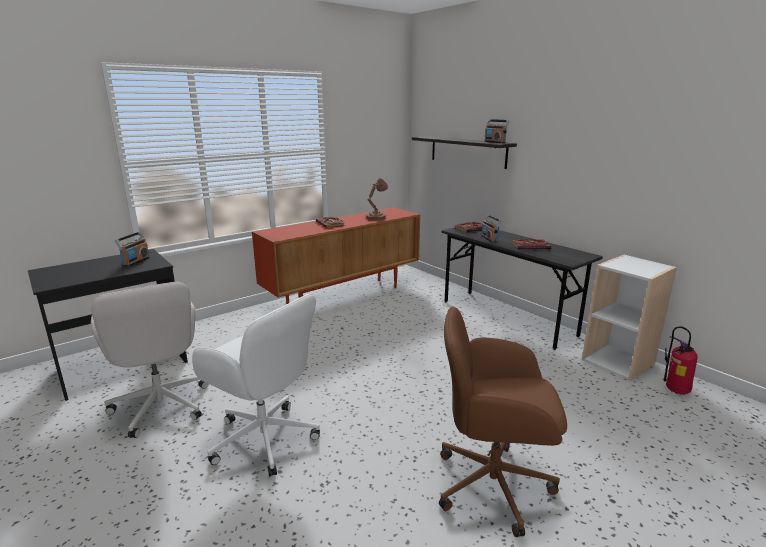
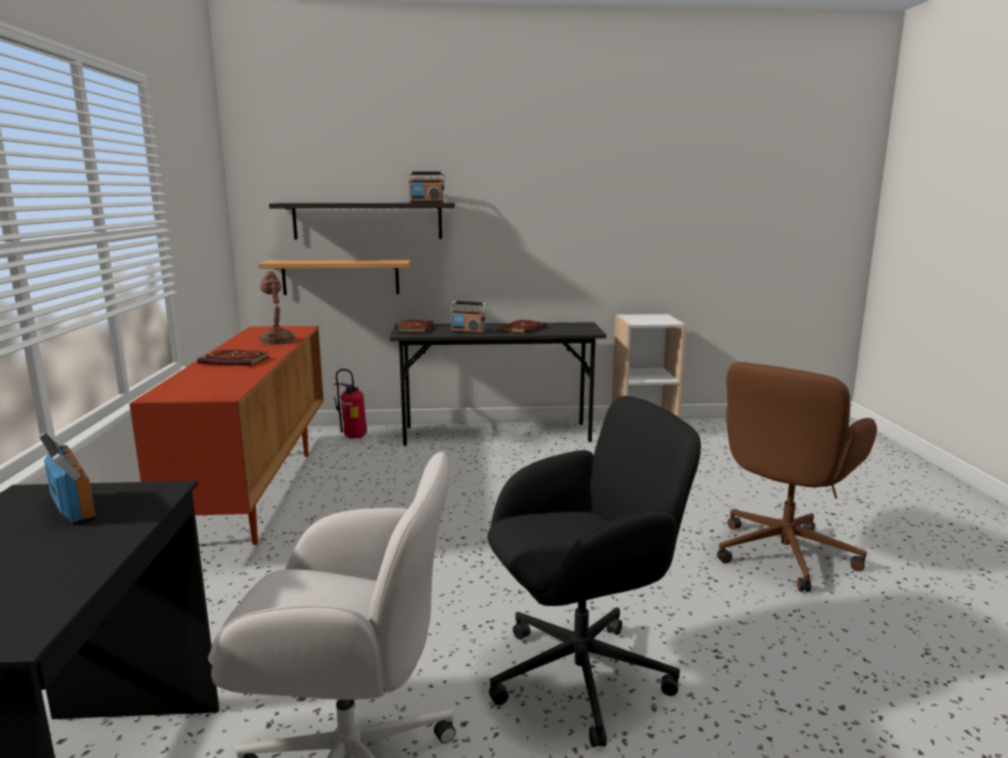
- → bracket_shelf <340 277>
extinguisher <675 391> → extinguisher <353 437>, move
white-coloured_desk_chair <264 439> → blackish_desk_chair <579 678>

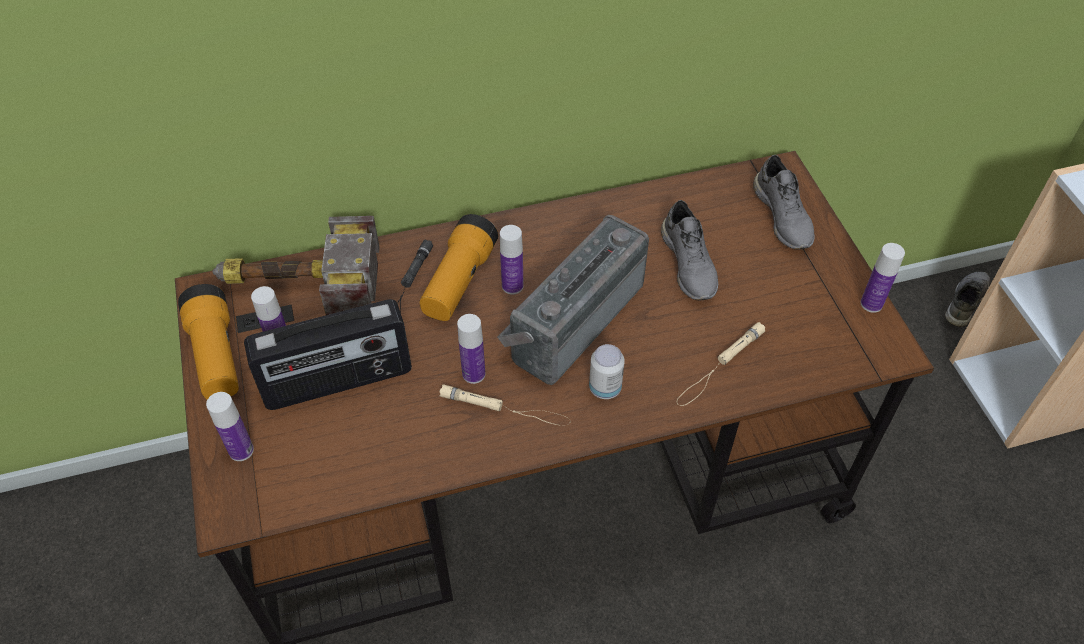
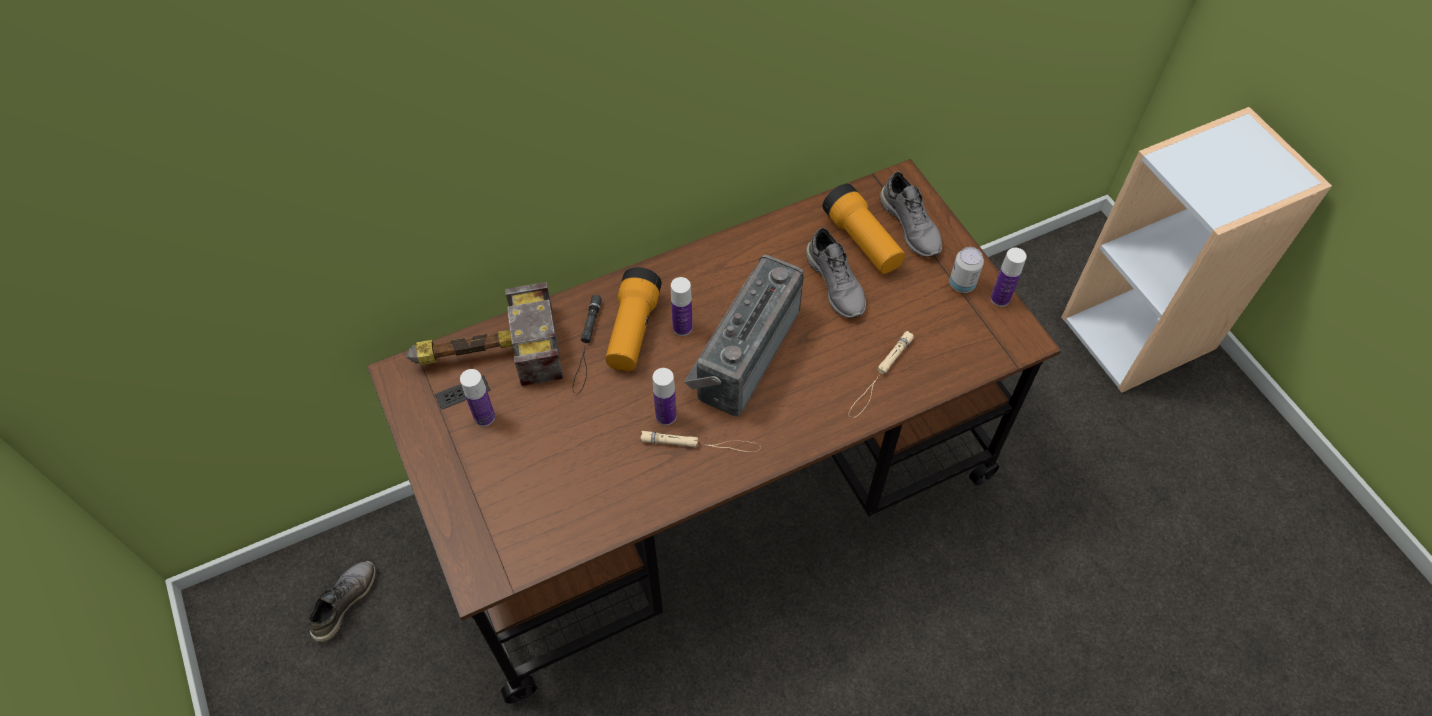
grey_shoe <964 302> → grey_shoe <344 602>, move
hand_torch <216 356> → hand_torch <862 241>, move
can <605 388> → can <962 284>, move
drink_bottle <241 450> → -
radio_set <338 382> → -

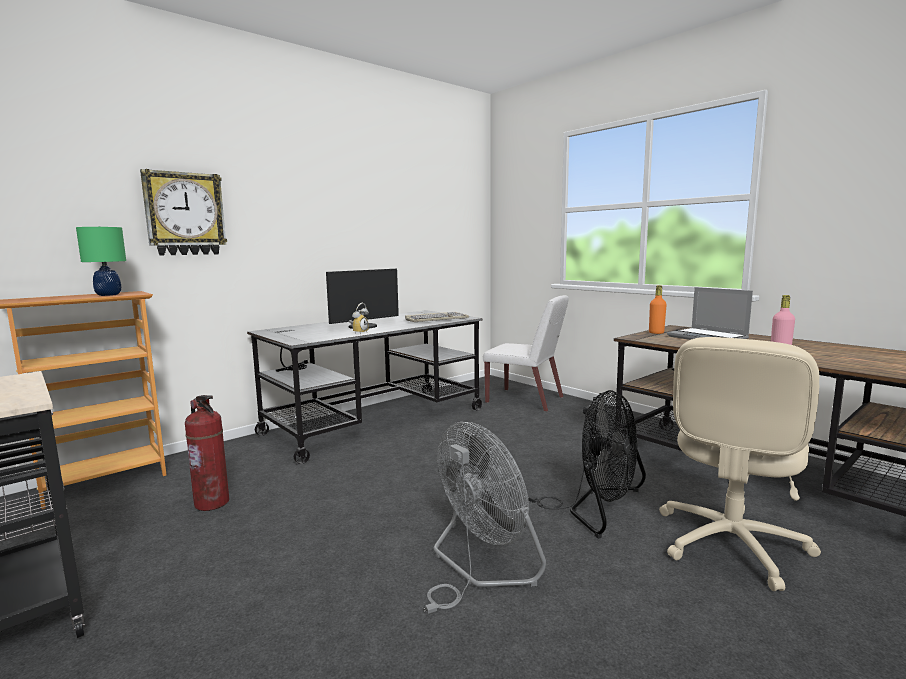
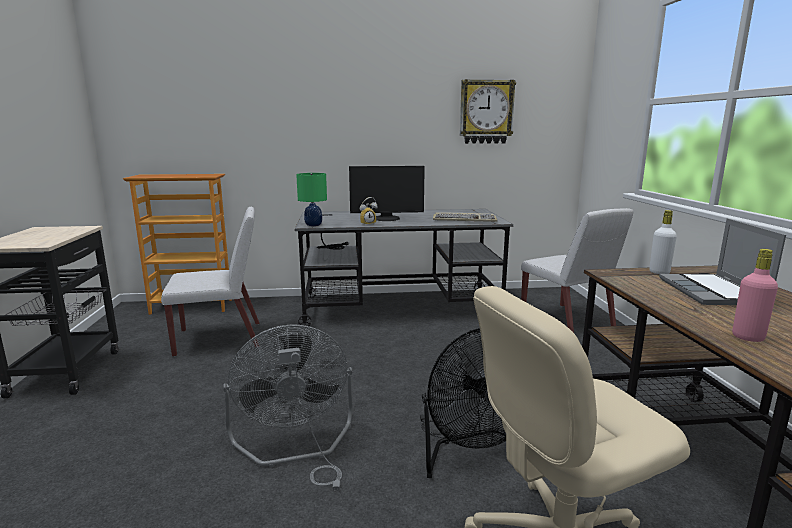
extinguisher <212 503> → white-coloured_chair <220 338>
grey_cooling_fan <472 564> → grey_cooling_fan <299 449>, 105 degrees counterclockwise
green-coloured_lamp_for_a_table <108 295> → green-coloured_lamp_for_a_table <313 225>, move
wall_clock <185 214> → wall_clock <486 112>, move
orange-coloured_drink_bottle <656 333> → white-coloured_drink_bottle <659 272>

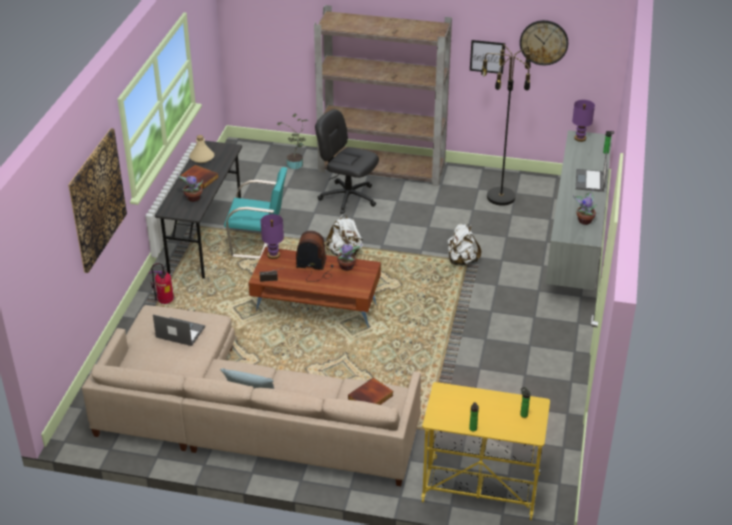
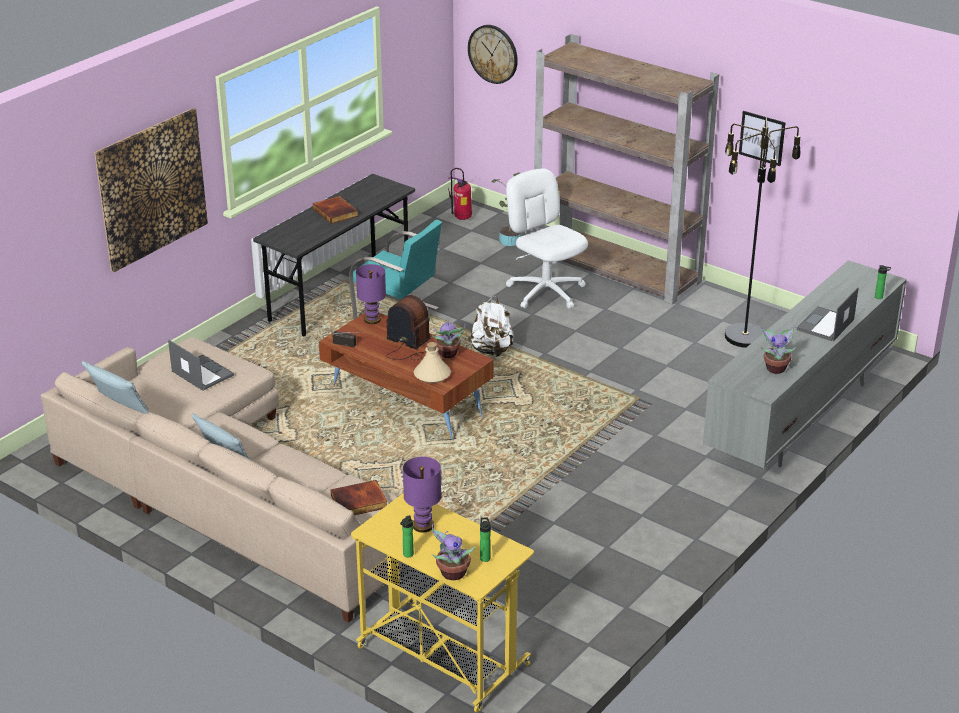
- → blue_cushion <118 406>
purplish_lamp_for_a_table <580 138> → purplish_lamp_for_a_table <423 526>, move
beige-coloured_drink_bottle <202 157> → beige-coloured_drink_bottle <432 375>, move
houseplant <192 198> → houseplant <451 573>, move
extinguisher <165 302> → extinguisher <461 218>, move
wall_clock <544 42> → wall_clock <493 54>, move
blackish_desk_chair <348 197> → white-coloured_desk_chair <546 291>
white-coloured_knapsack <461 260> → -

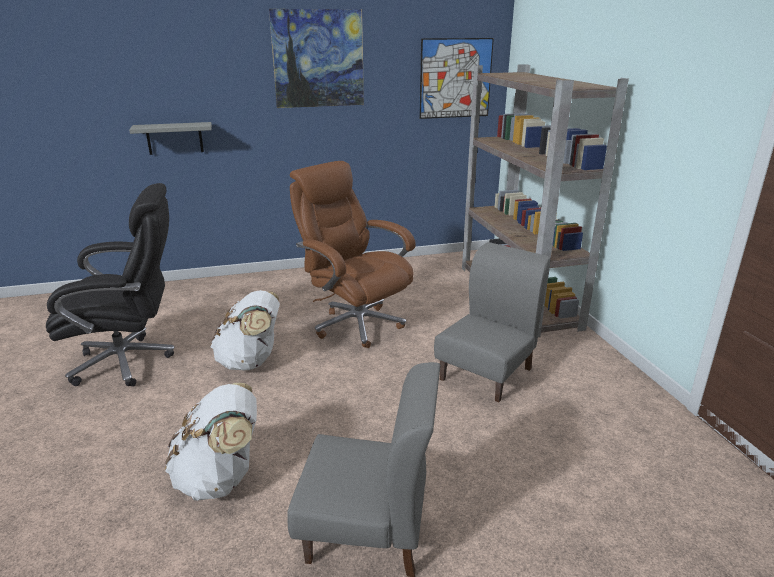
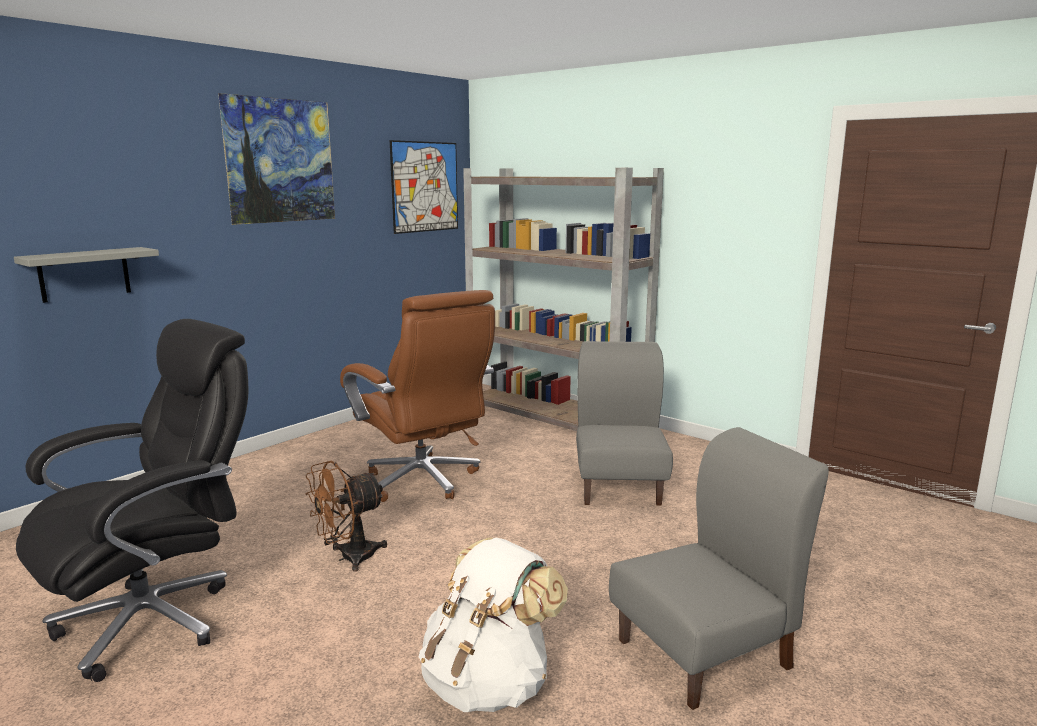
white-coloured_knapsack <251 361> → brown_cooling_fan <349 558>
brown_desk_chair <355 324> → brown_desk_chair <425 483>, 135 degrees counterclockwise

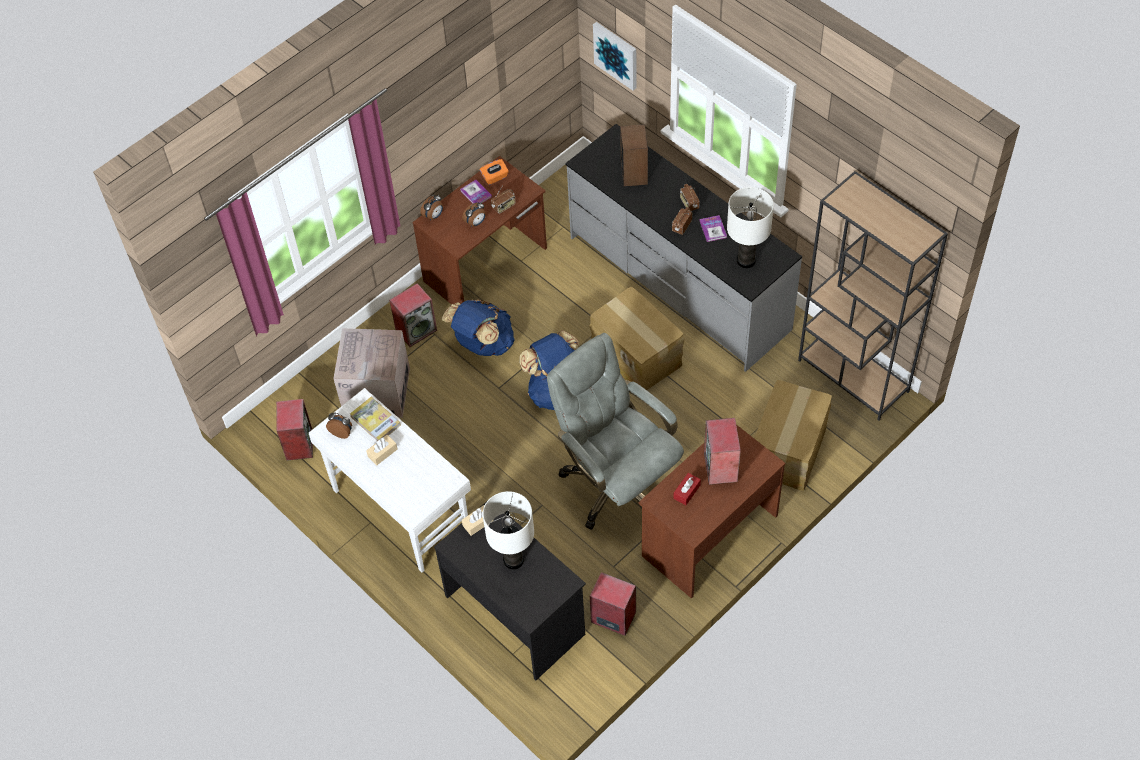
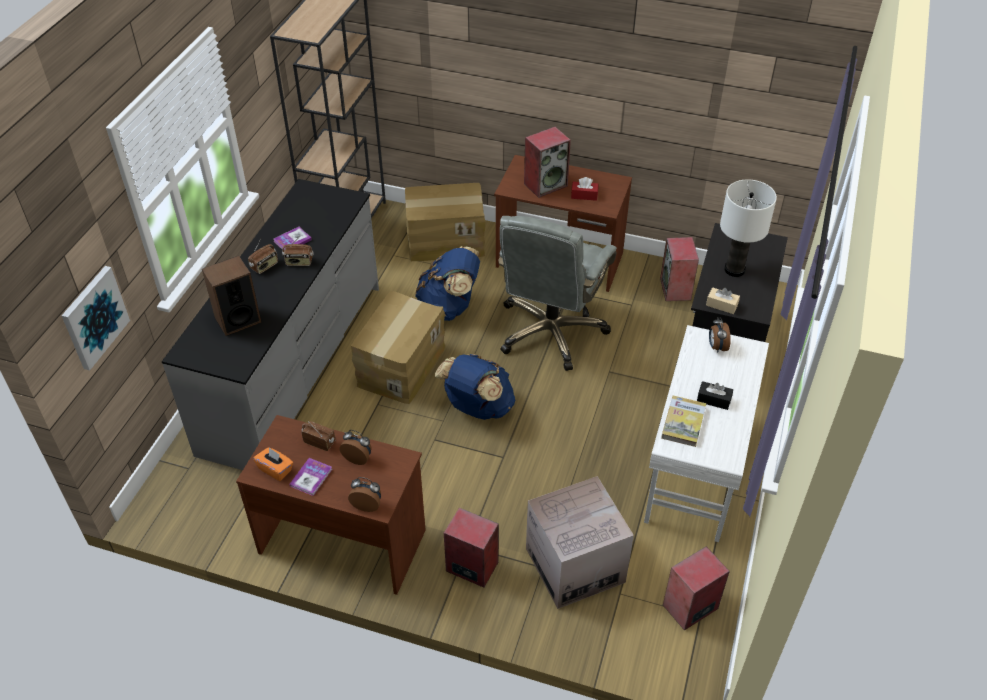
blue_knapsack <482 344> → blue_knapsack <449 307>, move
beige-coloured_box_of_tissues <382 453> → blackish_box_of_tissues <713 400>
bedside_clock <342 432> → bedside_clock <716 347>, move
white-coloured_lamp_for_a_table <745 260> → -

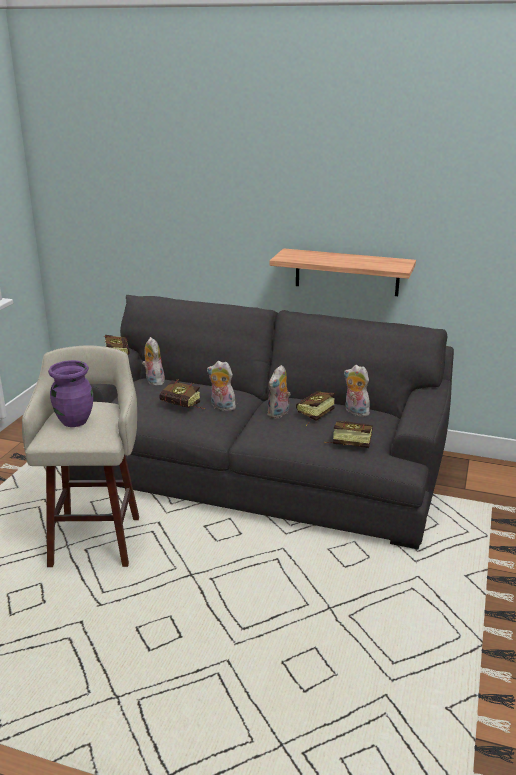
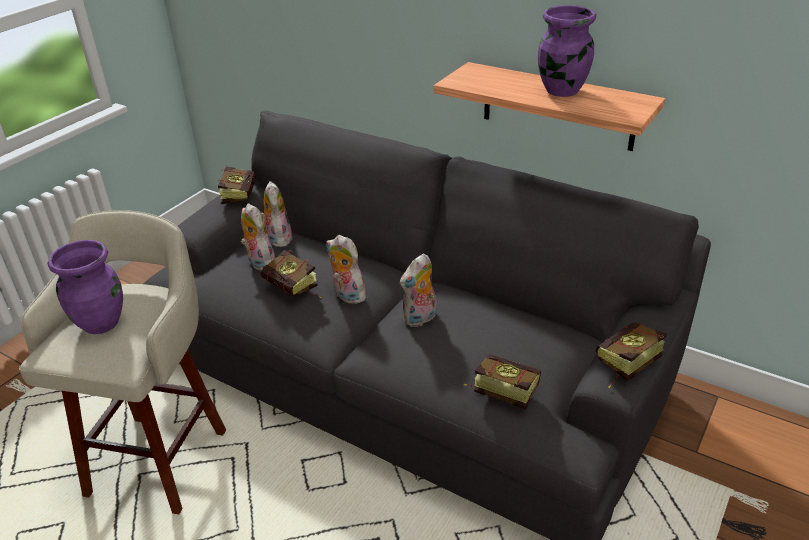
soft_toy <355 412> → soft_toy <259 262>, move
- → purplish_decorative_vase <561 91>
bound_book <313 416> → bound_book <623 365>, move

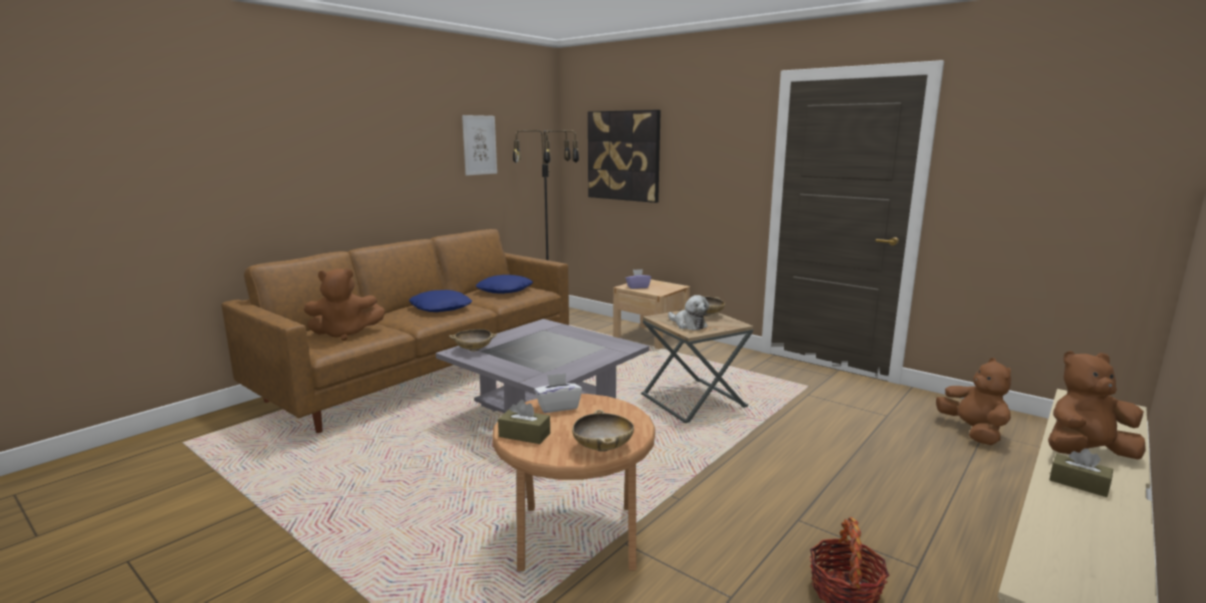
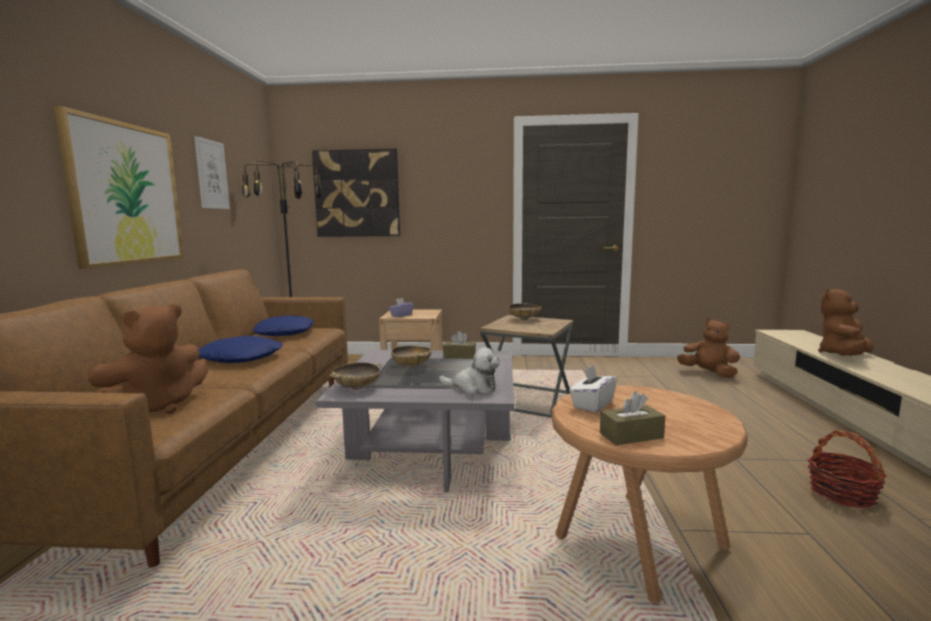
- → wall_picture <126 194>
beige-coloured_deep_dish <603 448> → beige-coloured_deep_dish <412 366>, move
soft_toy <688 325> → soft_toy <473 387>, move
brown_box_of_tissues <1078 483> → brown_box_of_tissues <459 356>, move

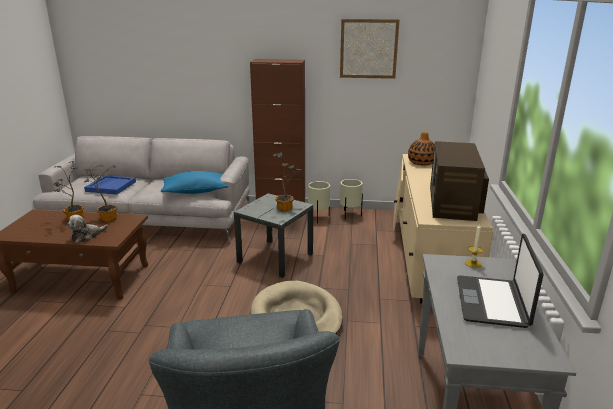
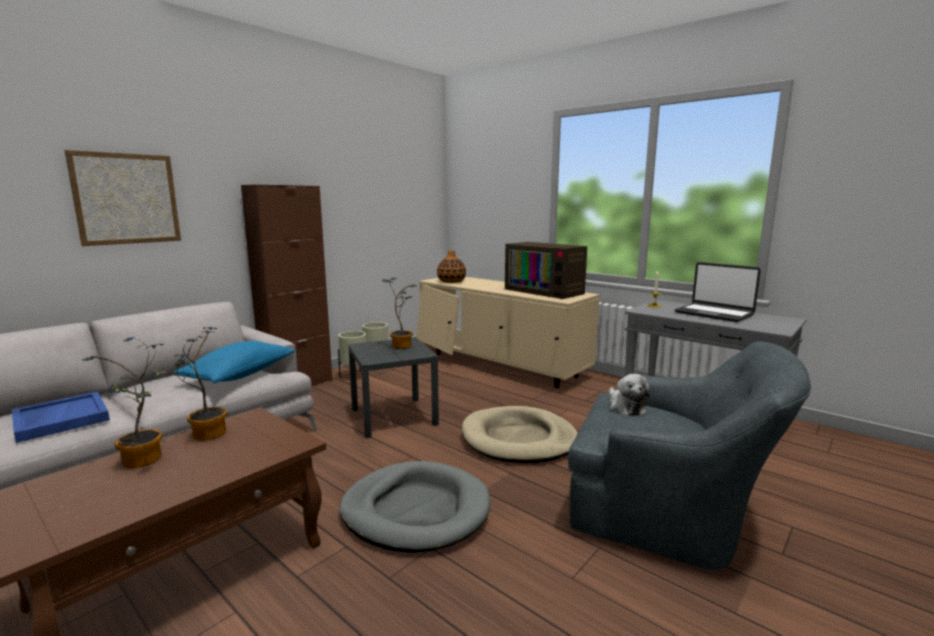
wall_picture <368 48> → wall_picture <126 197>, move
- → grey_dog_cushion <416 510>
soft_toy <87 236> → soft_toy <625 407>, move

